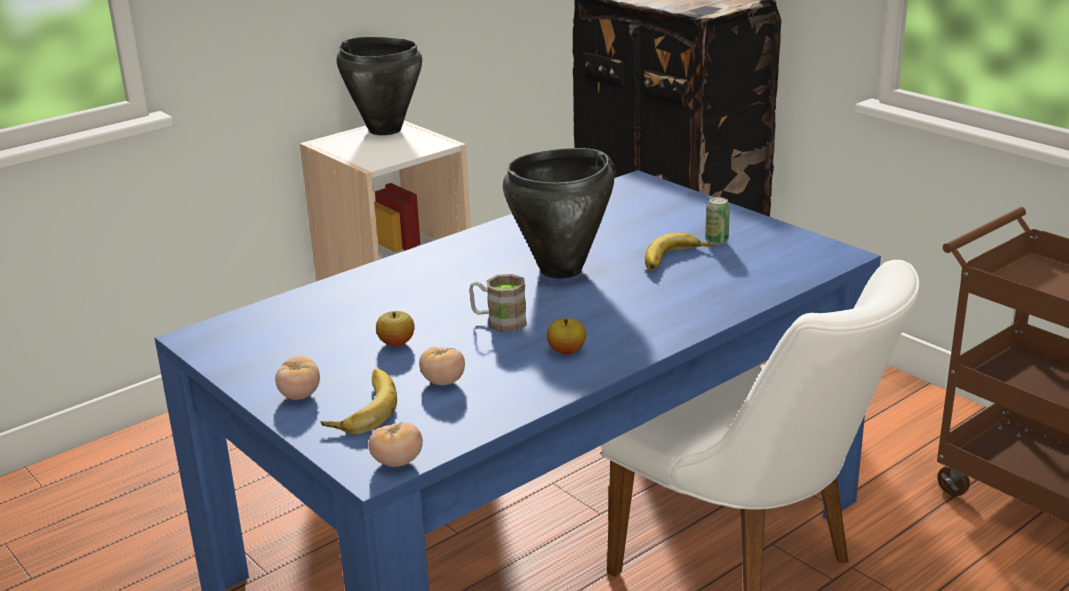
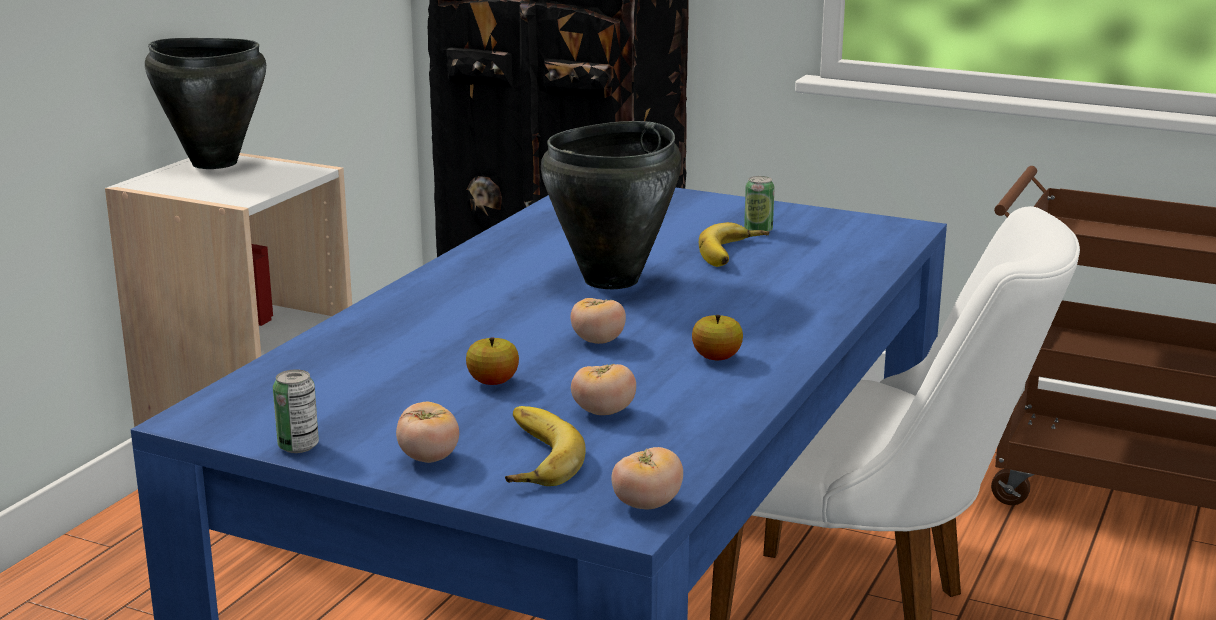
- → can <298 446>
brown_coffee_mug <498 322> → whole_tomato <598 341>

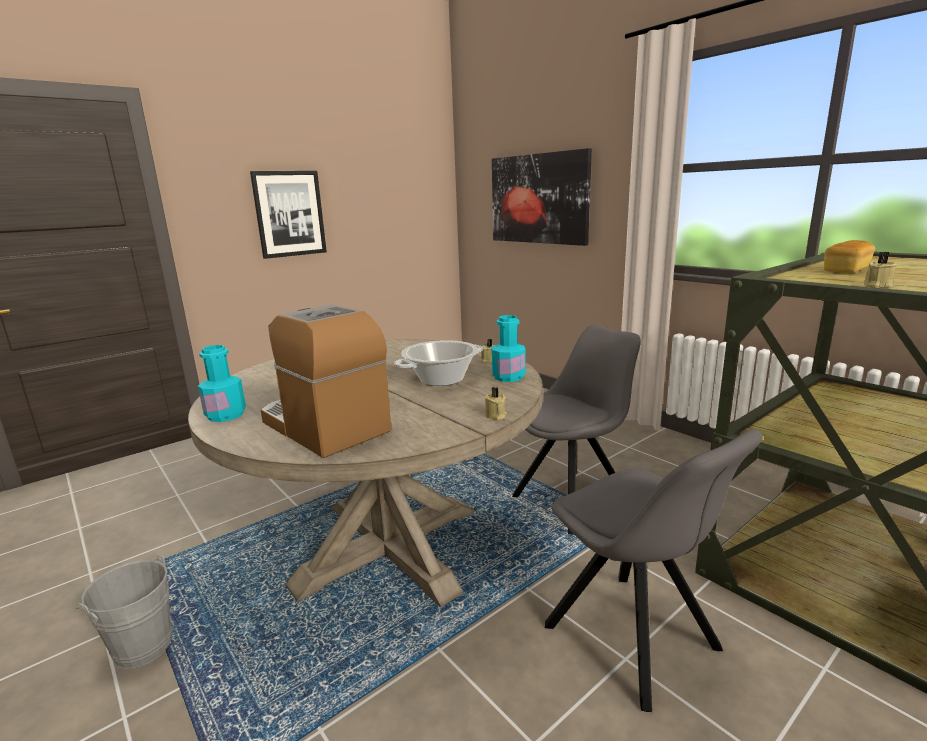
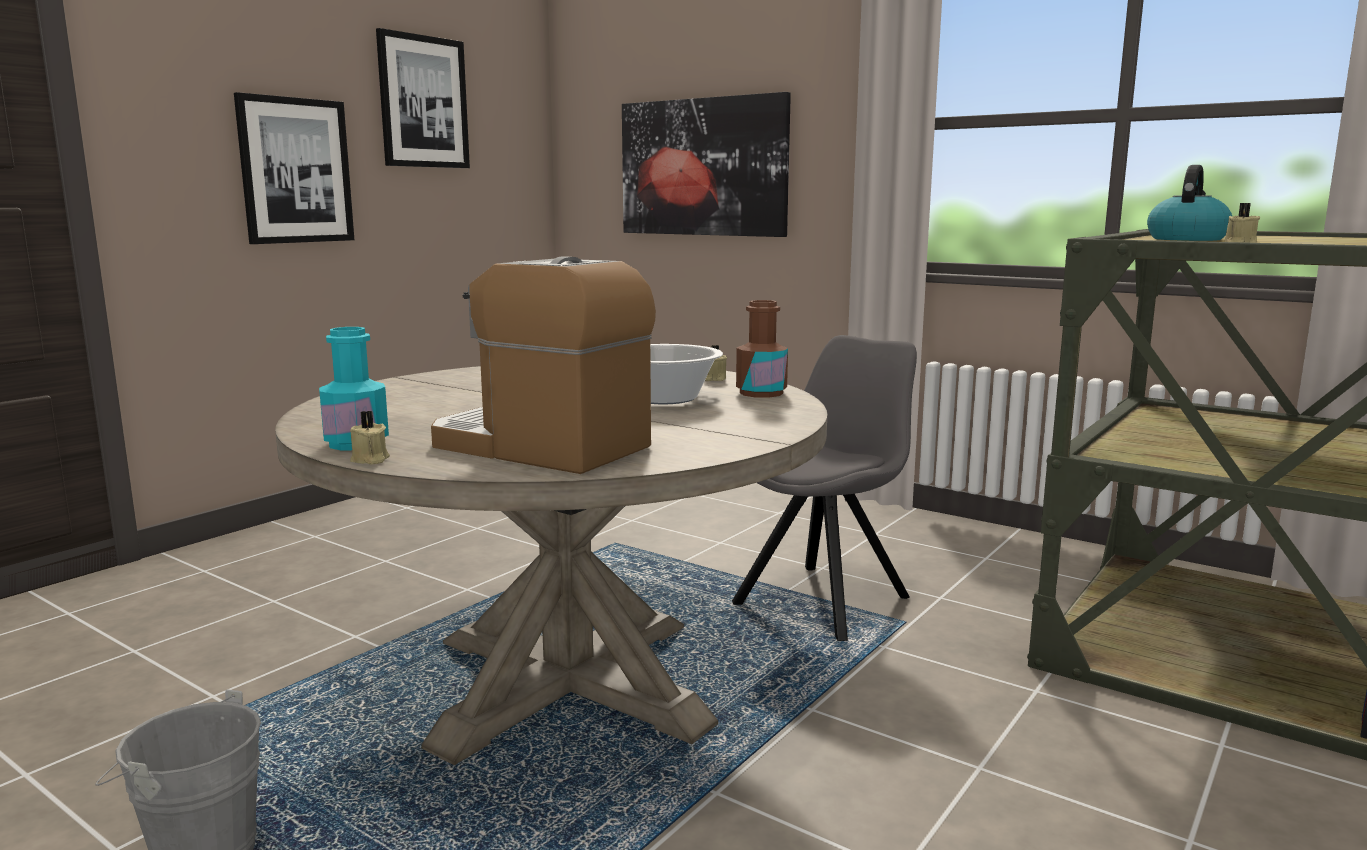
beige-coloured_candle <495 416> → beige-coloured_candle <370 460>, move
- → wall_picture <423 102>
turquoise-coloured_drink_bottle <508 377> → brown_drink_bottle <761 393>
bread <846 270> → water_kettle <1186 239>
grey_chair <632 637> → -

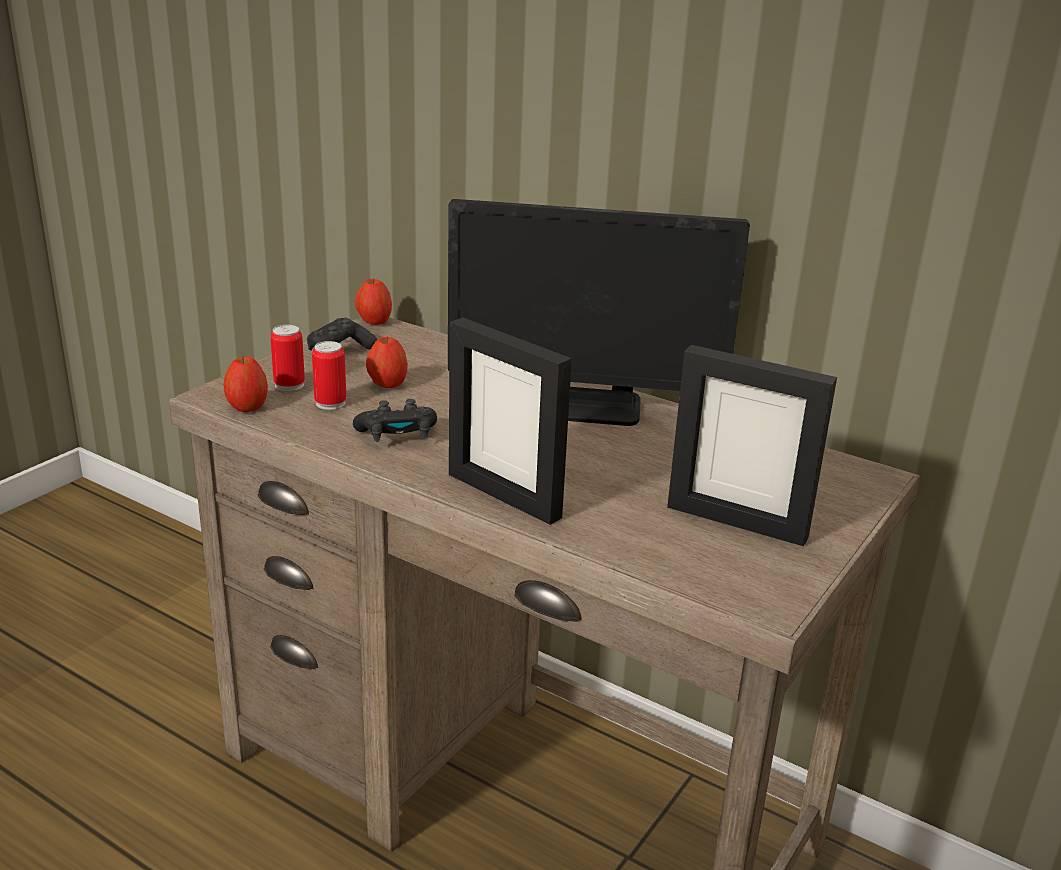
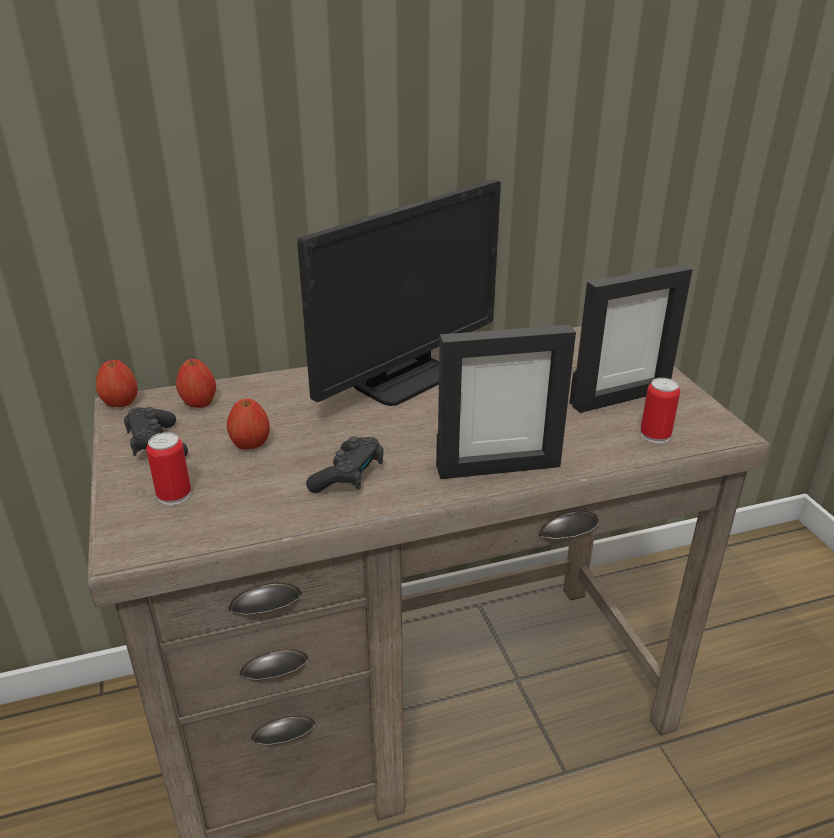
apple <248 407> → apple <199 403>, move
can <330 403> → can <655 435>, move

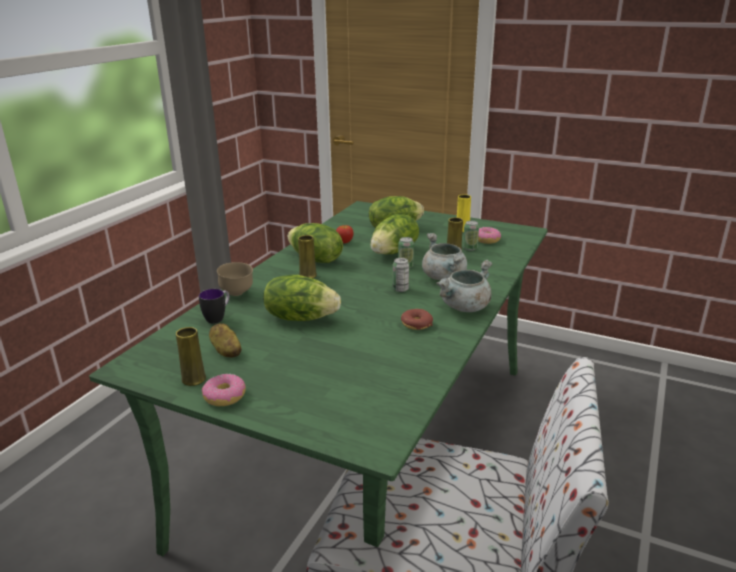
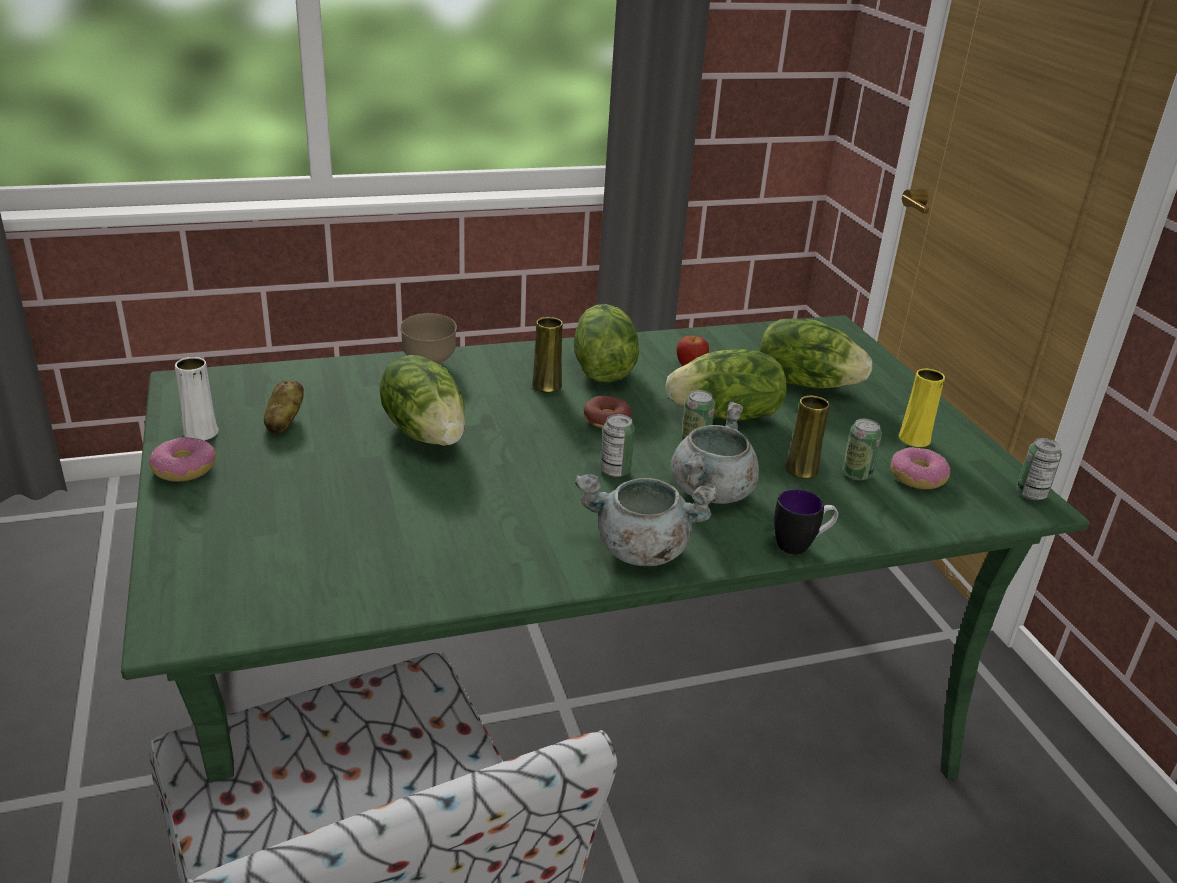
yellow-coloured_decorative_vase <194 379> → white-coloured_decorative_vase <201 433>
donut <416 324> → donut <607 420>, move
coffee_mug <218 318> → coffee_mug <800 545>, move
- → can <1031 494>

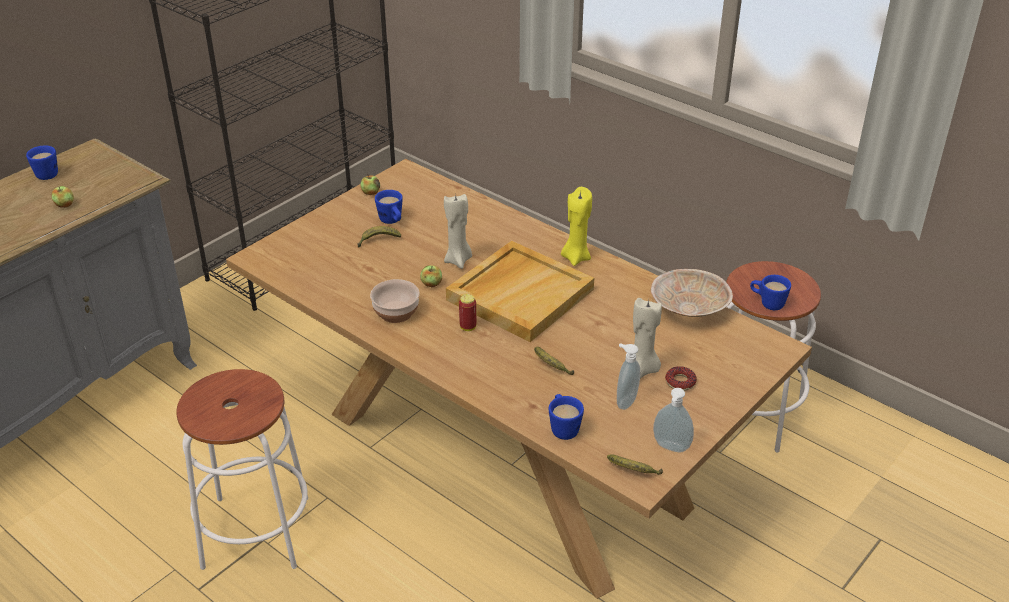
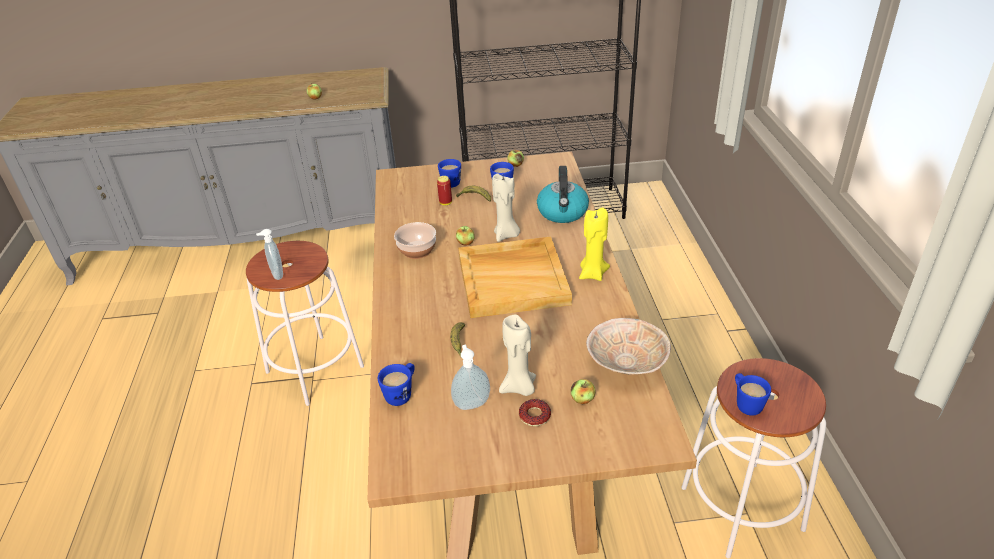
liquid_soap_bottle <670 448> → liquid_soap_bottle <276 275>, move
can <468 327> → can <445 203>, move
blue_coffee_mug <45 173> → blue_coffee_mug <451 181>, move
- → water_kettle <563 212>
- → apple <582 399>
banana_fruit <633 471> → -

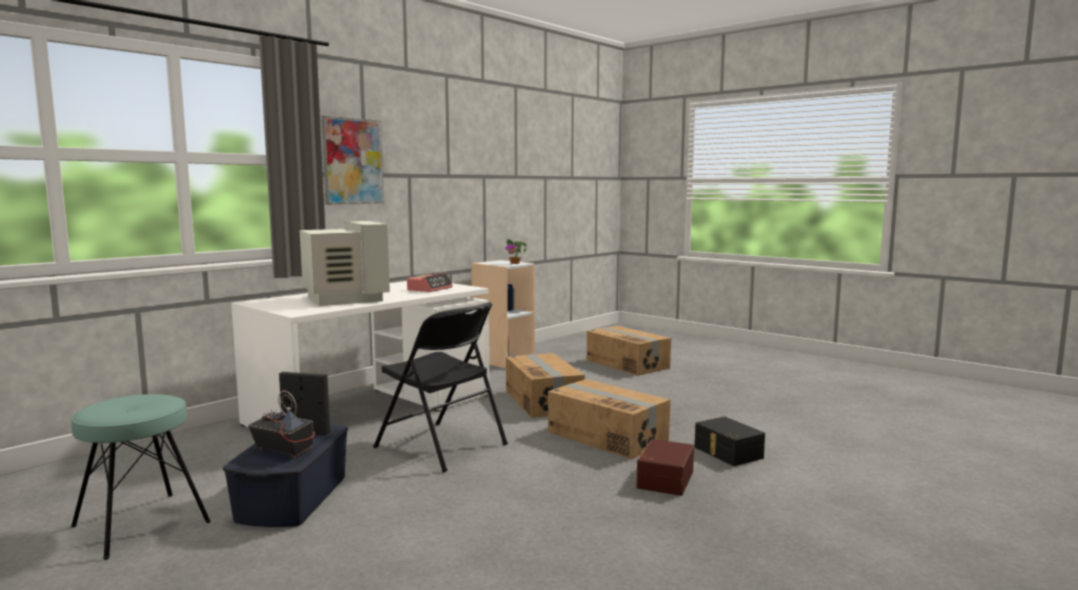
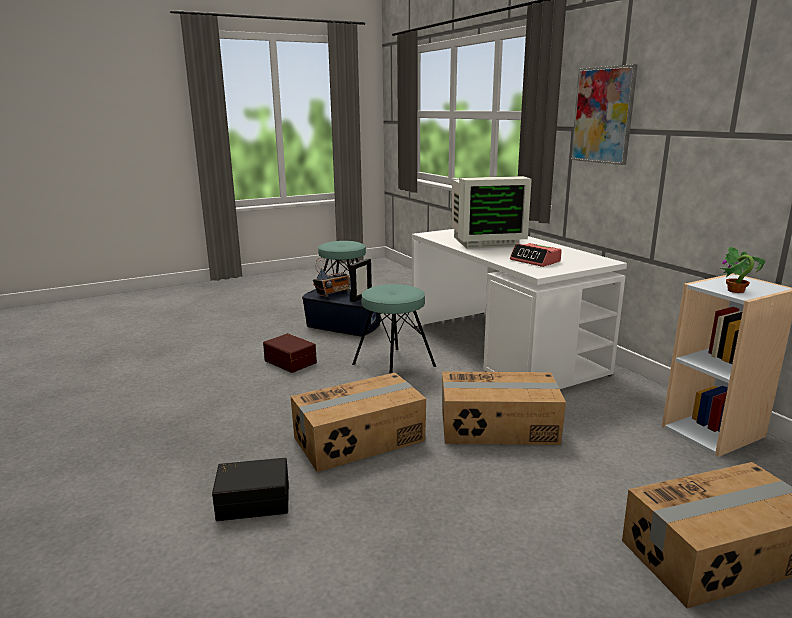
brown_storage_bin <663 479> → brown_storage_bin <291 361>, move
blackish_chair <440 446> → turquoise-coloured_sitting_stool <394 365>

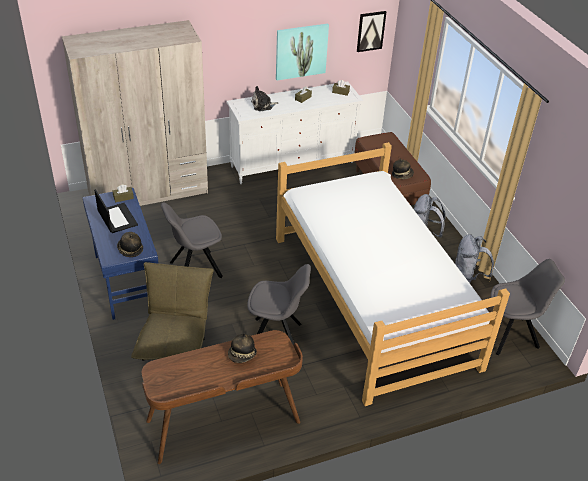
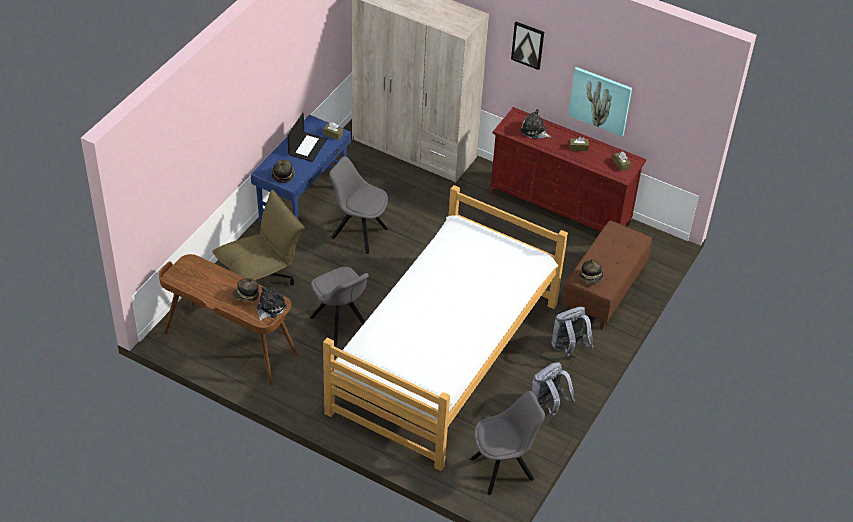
- → soft_toy <270 308>
grey_chair <510 335> → grey_chair <502 469>, 60 degrees counterclockwise
white-coloured_dresser <292 164> → red-coloured_dresser <560 209>
wall_picture <370 31> → wall_picture <528 45>, move

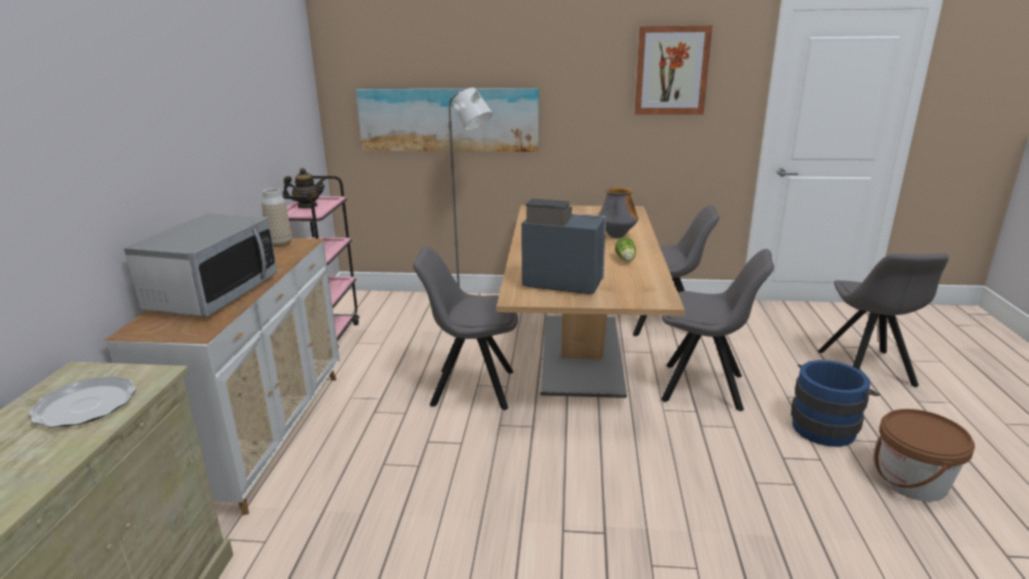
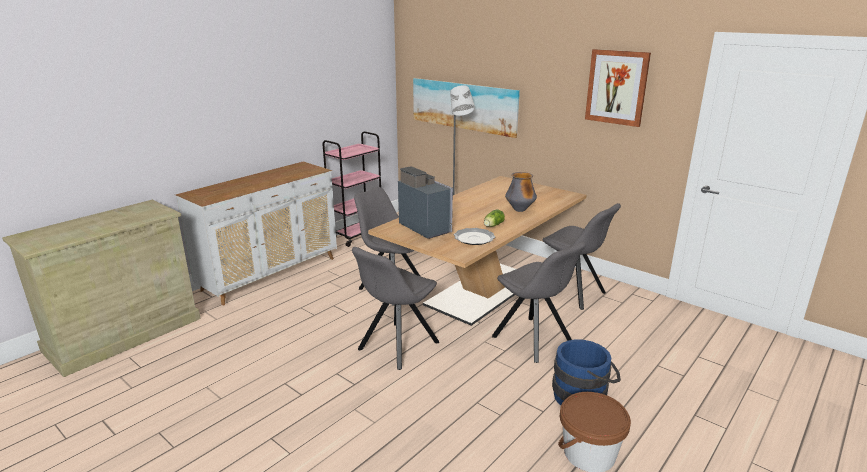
grey_chair <866 368> → grey_chair <397 346>, move
dinner_plate <86 405> → dinner_plate <474 238>, move
microwave_oven <213 294> → -
decorative_vase <280 244> → -
teapot <307 206> → -

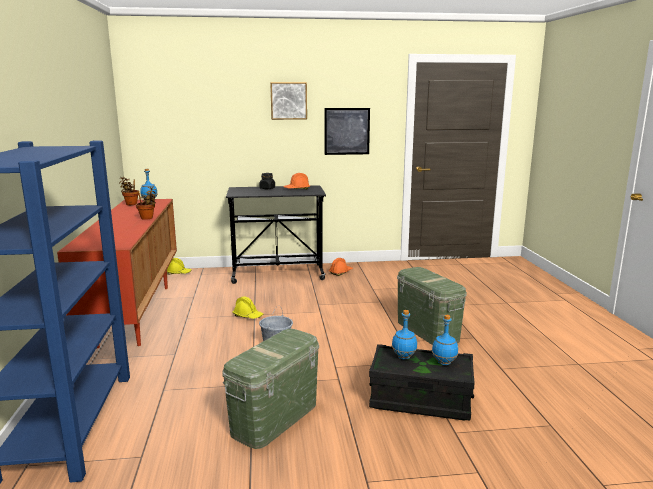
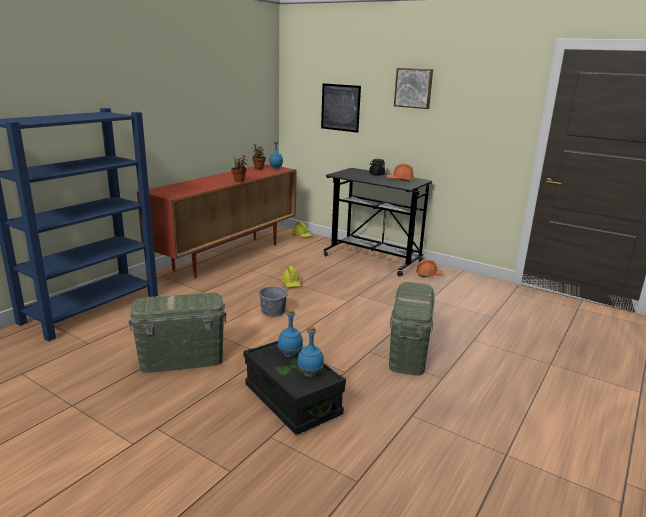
wall_picture <347 131> → wall_picture <340 107>, move

